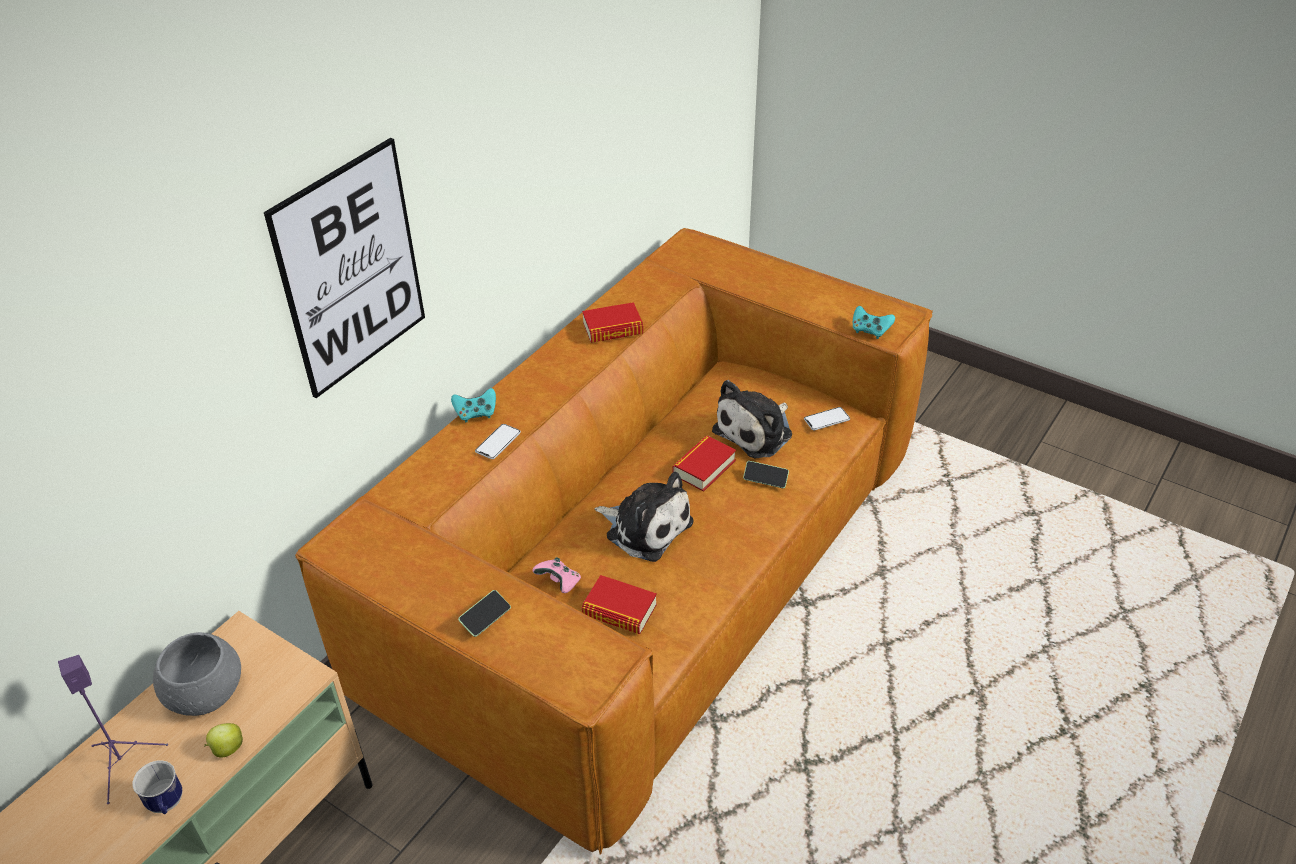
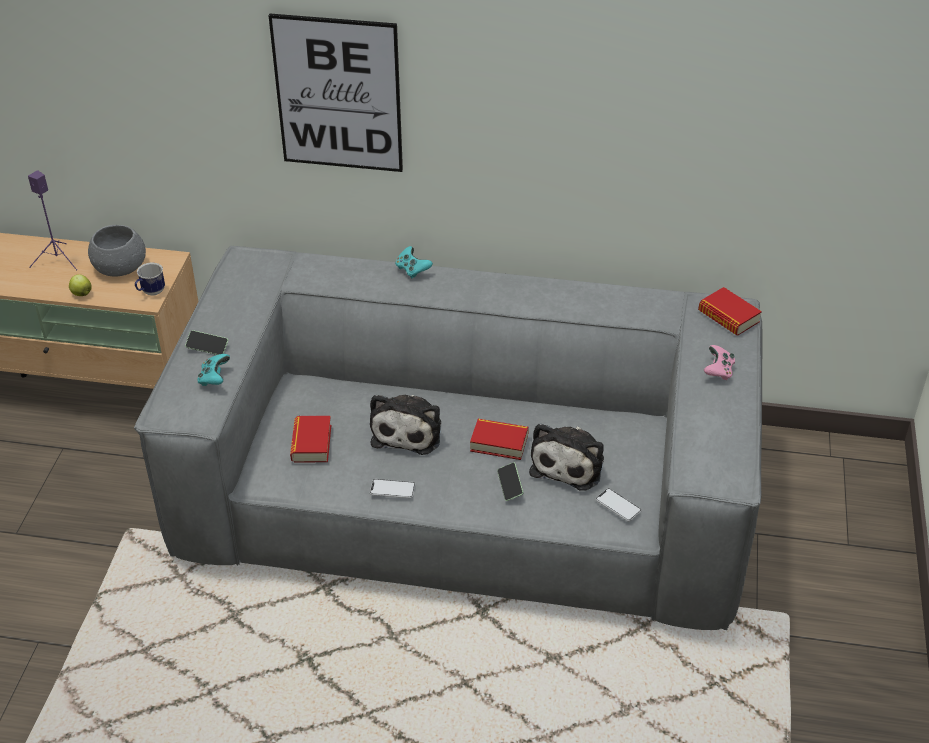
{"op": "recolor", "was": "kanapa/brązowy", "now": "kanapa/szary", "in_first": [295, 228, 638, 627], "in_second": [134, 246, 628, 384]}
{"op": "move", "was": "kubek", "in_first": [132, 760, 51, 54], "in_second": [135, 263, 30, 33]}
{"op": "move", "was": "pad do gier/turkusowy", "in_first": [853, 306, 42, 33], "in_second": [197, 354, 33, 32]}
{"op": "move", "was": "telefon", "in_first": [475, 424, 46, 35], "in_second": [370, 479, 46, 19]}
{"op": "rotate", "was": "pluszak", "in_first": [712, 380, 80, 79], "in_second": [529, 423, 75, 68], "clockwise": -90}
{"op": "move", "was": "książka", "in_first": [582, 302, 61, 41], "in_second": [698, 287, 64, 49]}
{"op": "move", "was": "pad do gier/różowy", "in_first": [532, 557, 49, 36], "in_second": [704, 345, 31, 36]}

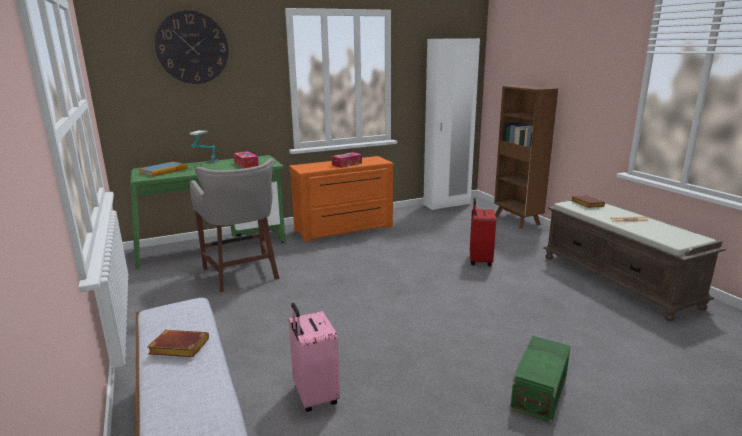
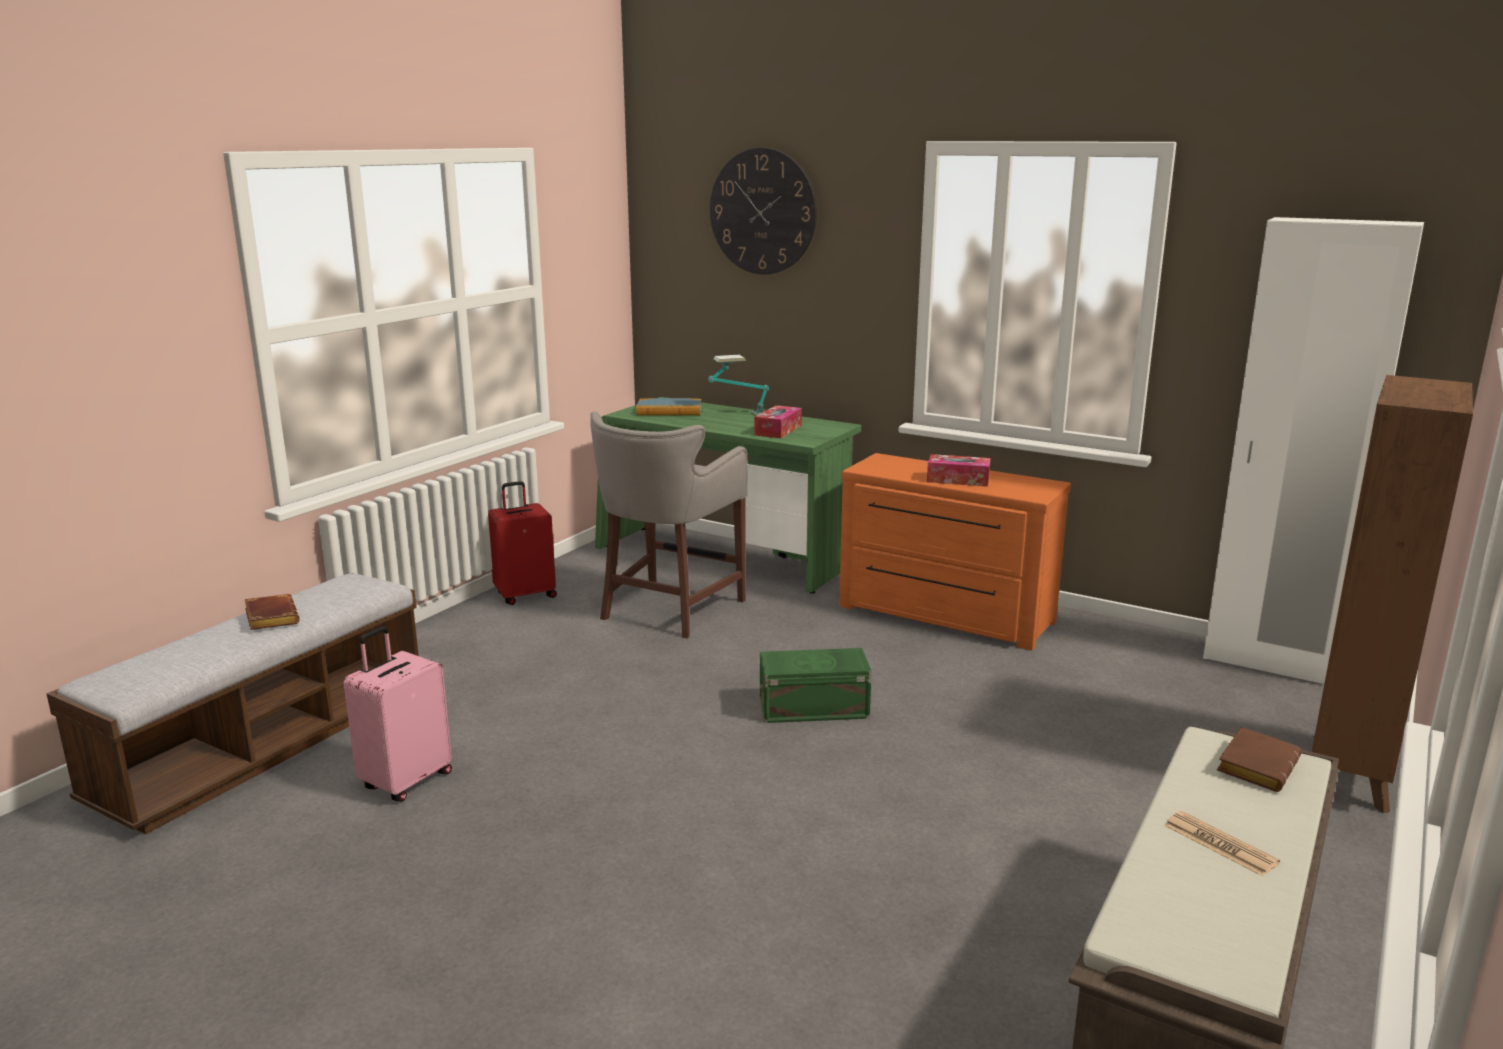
{"op": "move", "was": "walizka/czerwony", "in_first": [470, 198, 26, 68], "in_second": [488, 481, 69, 124]}
{"op": "move", "was": "pojemnik do przechowywania/zielony", "in_first": [510, 336, 61, 87], "in_second": [760, 648, 112, 75]}

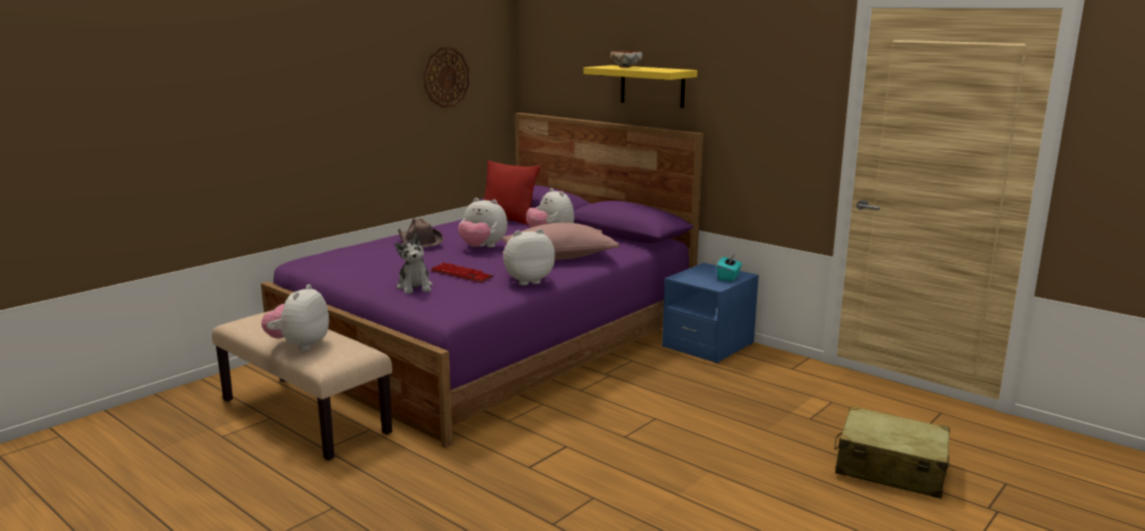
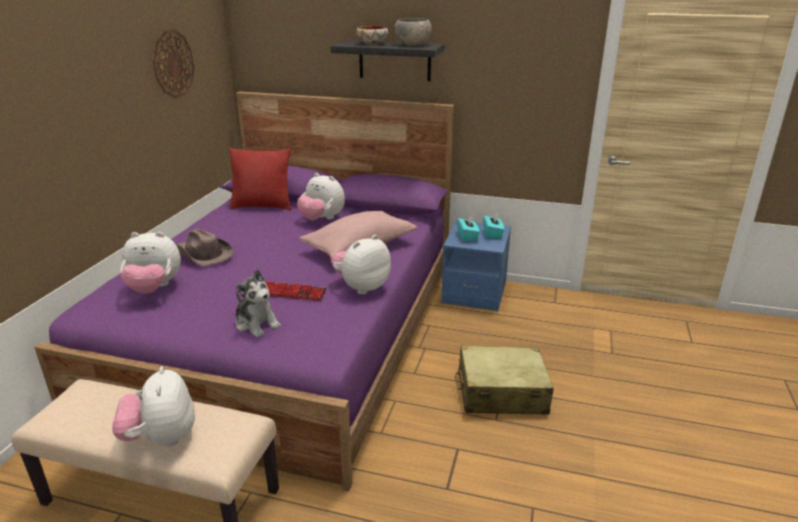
{"op": "move", "was": "pluszak", "in_first": [458, 198, 50, 50], "in_second": [120, 232, 61, 62]}
{"op": "recolor", "was": "półka/żółty", "now": "półka/czarny", "in_first": [583, 65, 114, 43], "in_second": [331, 40, 114, 41]}
{"op": "insert", "now": "miska/szary", "in_second": [394, 18, 38, 27]}
{"op": "move", "was": "walizka/beżowy", "in_first": [834, 406, 116, 93], "in_second": [455, 345, 99, 70]}
{"op": "insert", "now": "pudełko chusteczek/turkusowy", "in_second": [457, 215, 23, 26]}

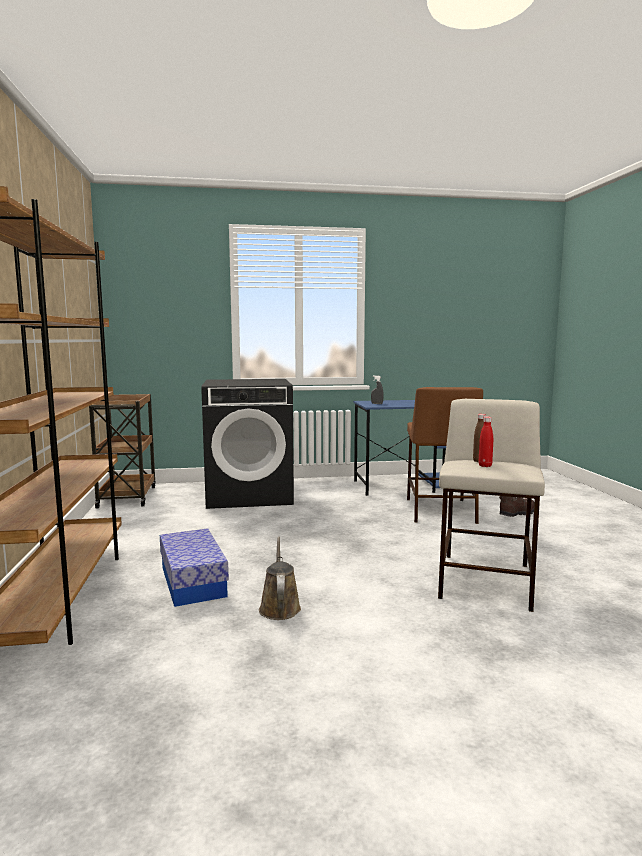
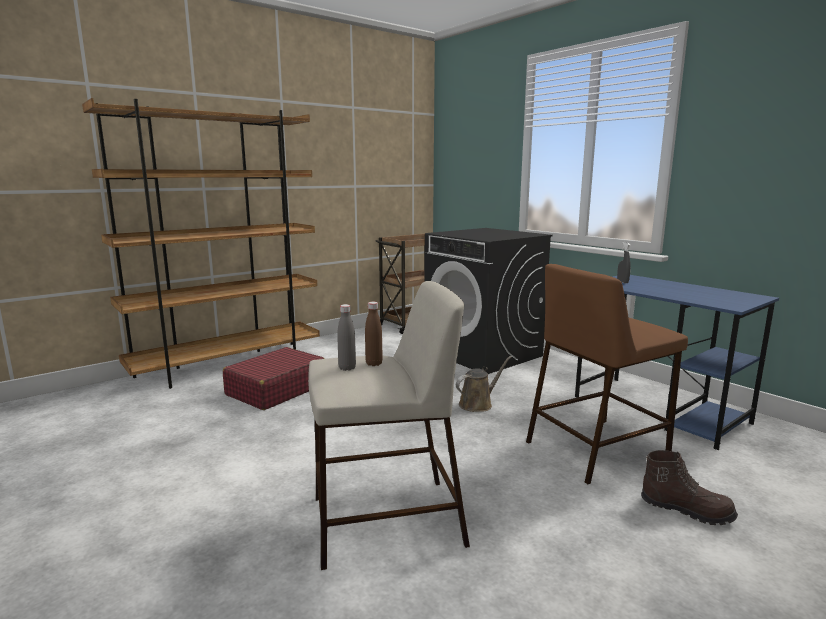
{"op": "replace", "was": "pojemnik do przechowywania", "now": "walizka/czerwony", "in_first": [160, 528, 69, 79], "in_second": [223, 347, 102, 63]}
{"op": "recolor", "was": "butelka/czerwony", "now": "butelka/szary", "in_first": [478, 417, 15, 50], "in_second": [337, 304, 19, 67]}
{"op": "move", "was": "konewka/brązowy", "in_first": [259, 537, 42, 83], "in_second": [456, 356, 56, 56]}

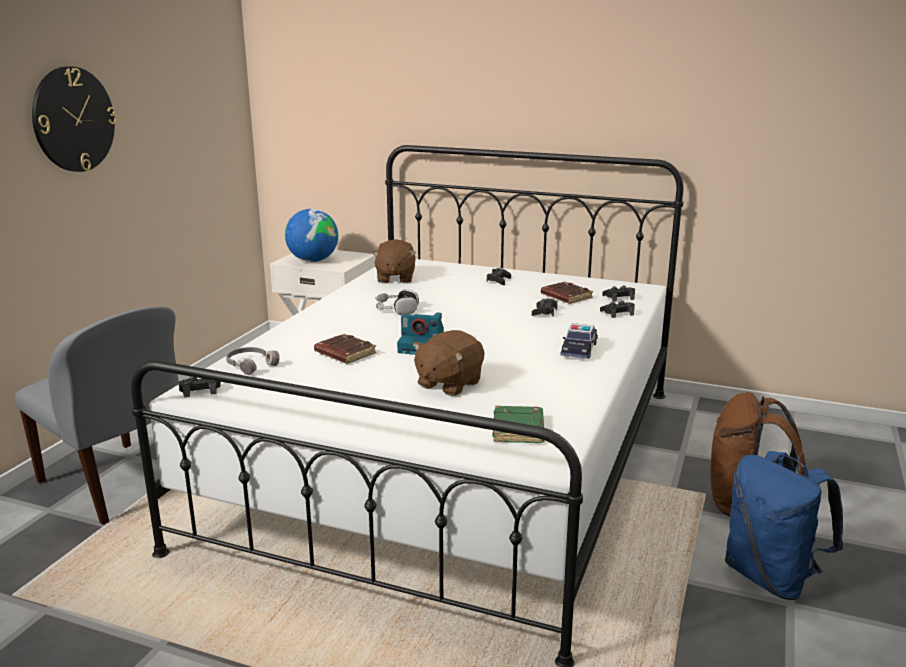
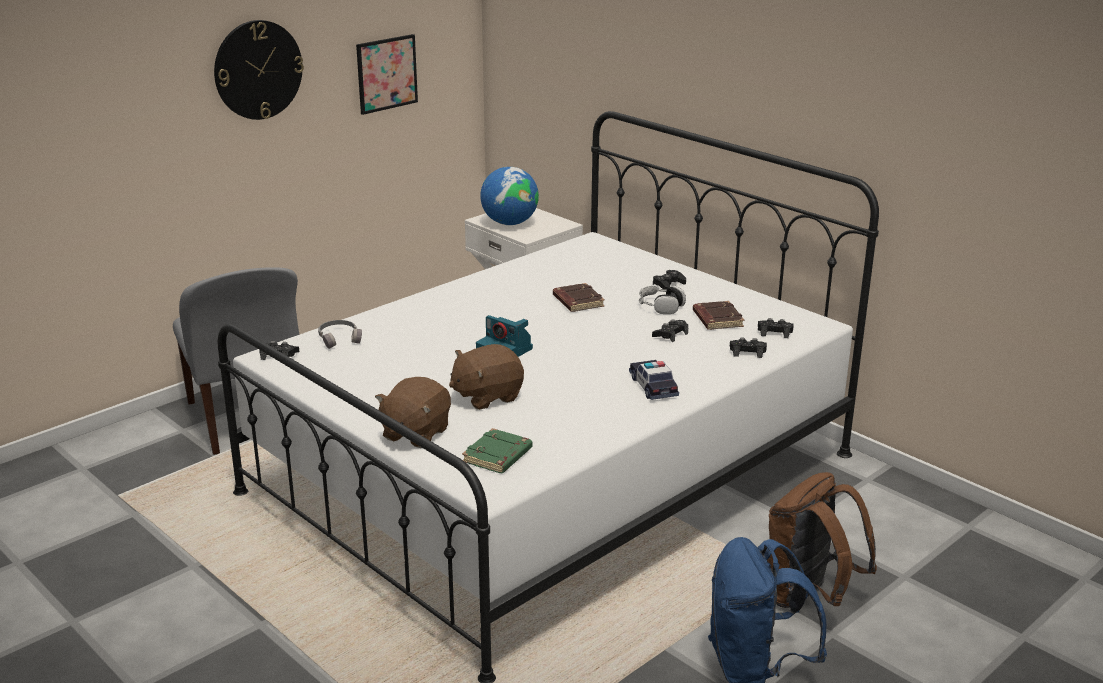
{"op": "insert", "now": "obraz", "in_second": [356, 34, 62, 81]}
{"op": "move", "was": "pluszak/brązowy", "in_first": [372, 239, 44, 44], "in_second": [375, 377, 76, 71]}
{"op": "move", "was": "książka/brązowy", "in_first": [314, 334, 63, 30], "in_second": [553, 283, 52, 29]}
{"op": "rotate", "was": "samochodzik", "in_first": [560, 323, 38, 36], "in_second": [629, 360, 50, 40], "clockwise": 120}
{"op": "move", "was": "słuchawki", "in_first": [376, 289, 43, 26], "in_second": [639, 285, 47, 29]}

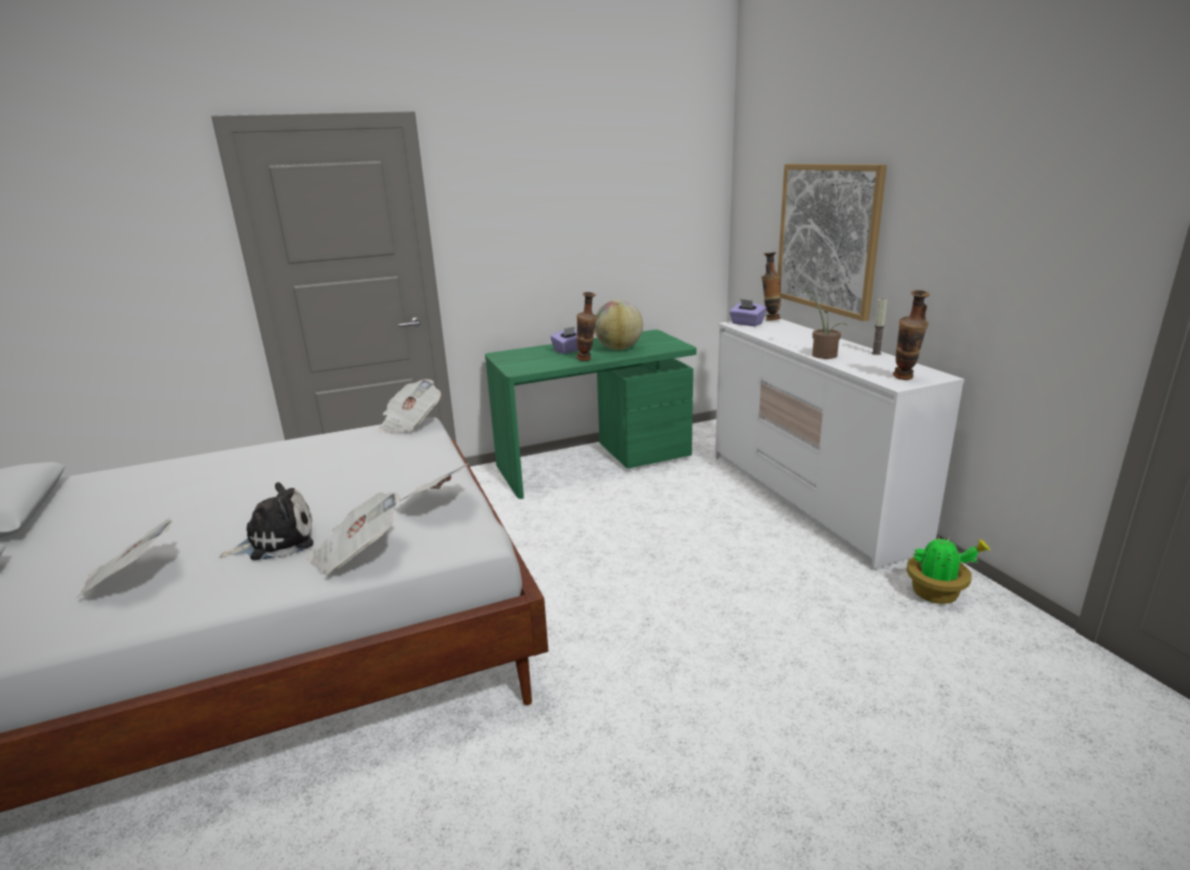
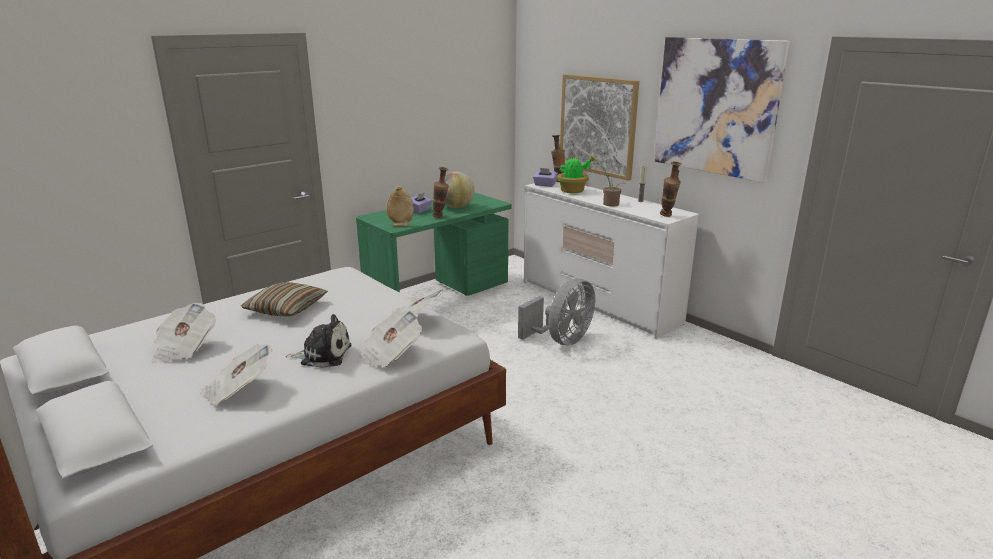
{"op": "move", "was": "gazeta", "in_first": [378, 379, 63, 54], "in_second": [152, 303, 64, 60]}
{"op": "insert", "now": "poduszka", "in_second": [240, 282, 88, 34]}
{"op": "rotate", "was": "pluszak", "in_first": [219, 482, 94, 78], "in_second": [285, 314, 66, 54], "clockwise": 45}
{"op": "insert", "now": "wazon/beżowy", "in_second": [386, 186, 28, 41]}
{"op": "insert", "now": "wentylator/szary", "in_second": [518, 278, 77, 68]}
{"op": "move", "was": "roślina doniczkowa", "in_first": [907, 536, 84, 68], "in_second": [557, 156, 39, 37]}
{"op": "insert", "now": "obraz", "in_second": [654, 37, 136, 146]}

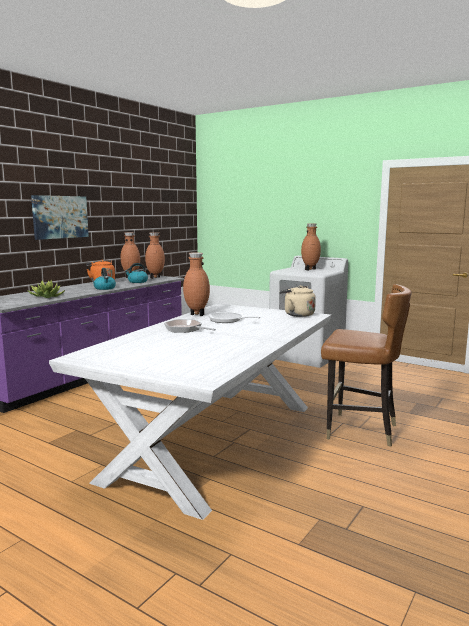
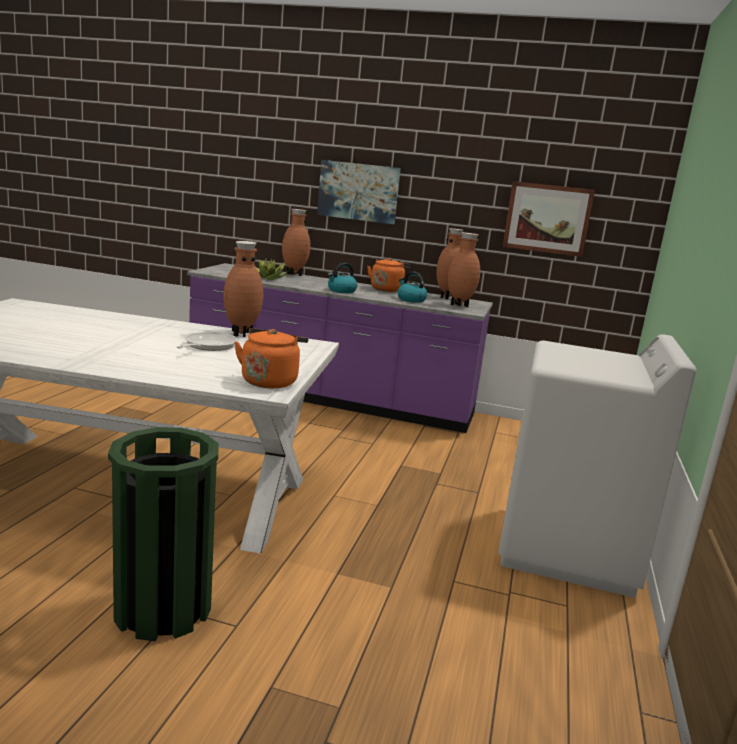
{"op": "replace", "was": "krzesło/brązowy", "now": "kosz na śmieci/zielony", "in_first": [321, 284, 91, 163], "in_second": [108, 427, 111, 214]}
{"op": "recolor", "was": "czajnik/beżowy", "now": "czajnik/pomarańczowy", "in_first": [279, 286, 37, 31], "in_second": [234, 328, 74, 60]}
{"op": "move", "was": "wazon/brązowy", "in_first": [301, 224, 20, 47], "in_second": [282, 209, 28, 67]}
{"op": "insert", "now": "obraz", "in_second": [503, 181, 92, 76]}
{"op": "delete", "was": "patelnia", "in_first": [164, 319, 52, 14]}

